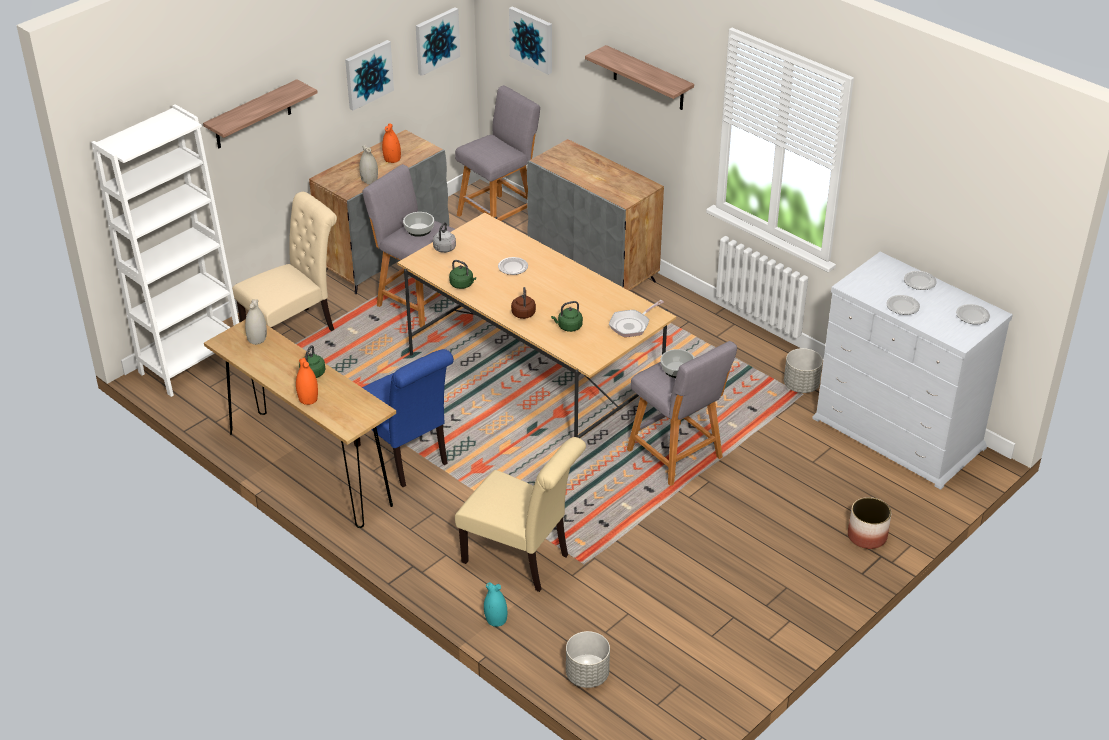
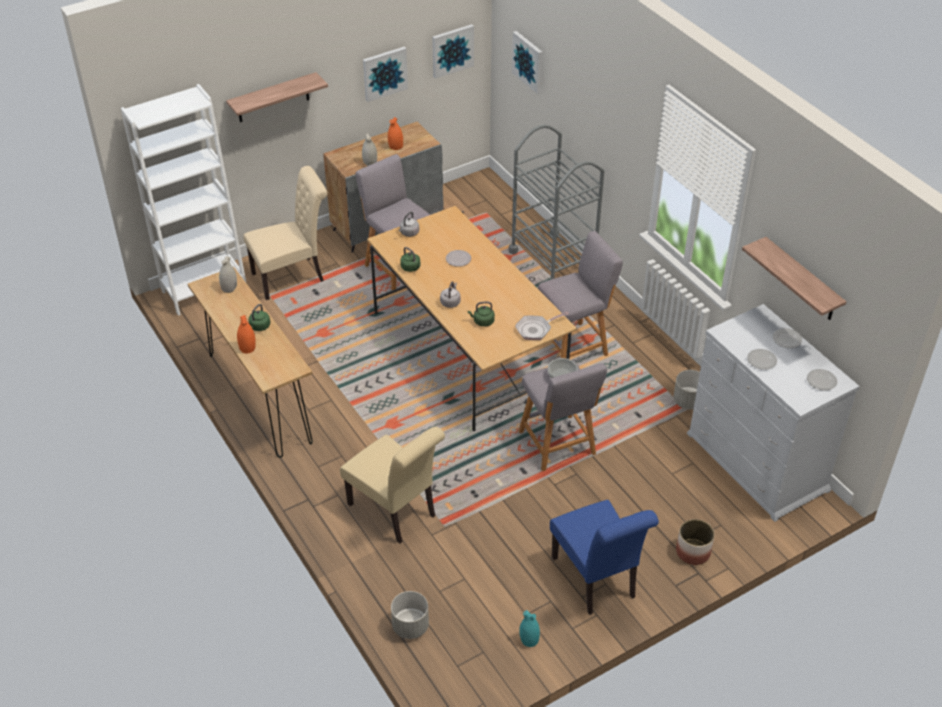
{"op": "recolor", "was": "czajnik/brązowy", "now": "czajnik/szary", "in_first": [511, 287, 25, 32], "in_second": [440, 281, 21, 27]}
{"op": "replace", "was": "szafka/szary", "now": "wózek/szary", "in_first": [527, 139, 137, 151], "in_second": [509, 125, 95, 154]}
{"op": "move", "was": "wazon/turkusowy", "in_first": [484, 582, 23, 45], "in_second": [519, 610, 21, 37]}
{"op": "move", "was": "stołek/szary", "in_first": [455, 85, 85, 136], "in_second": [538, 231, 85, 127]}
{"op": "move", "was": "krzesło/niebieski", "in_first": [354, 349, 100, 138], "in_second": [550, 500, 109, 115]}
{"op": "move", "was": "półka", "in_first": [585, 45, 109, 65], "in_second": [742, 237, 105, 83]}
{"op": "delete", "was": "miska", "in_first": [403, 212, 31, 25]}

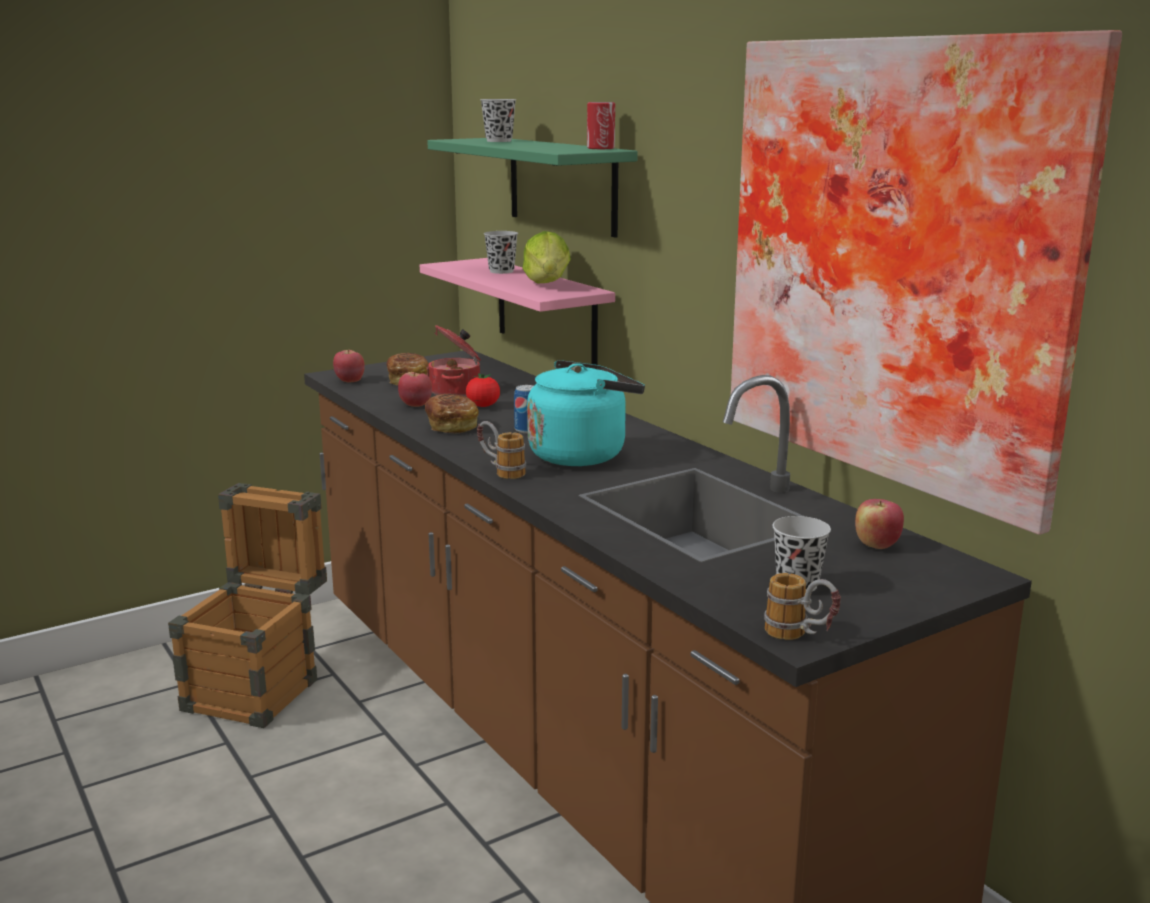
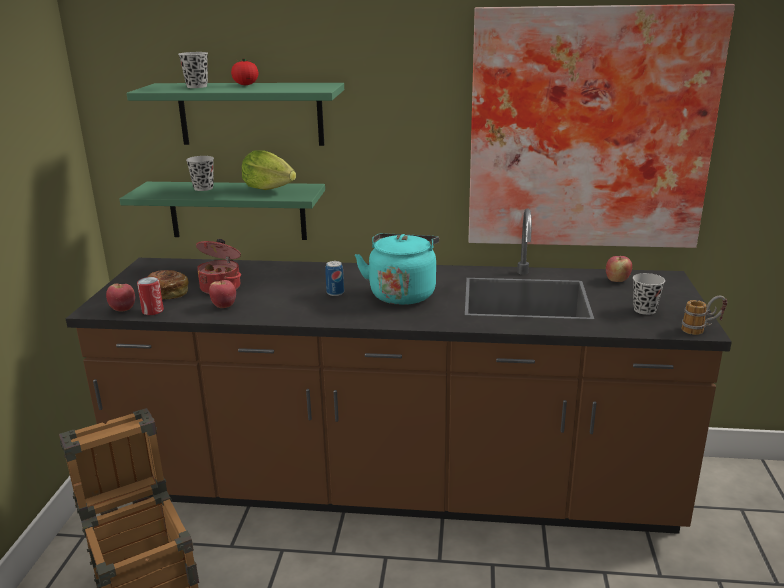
{"op": "recolor", "was": "półka/różowy", "now": "półka/zielony", "in_first": [420, 258, 195, 107], "in_second": [120, 182, 205, 58]}
{"op": "move", "was": "puszka", "in_first": [587, 102, 28, 47], "in_second": [137, 277, 27, 38]}
{"op": "move", "was": "pomidor", "in_first": [466, 373, 34, 34], "in_second": [231, 59, 27, 26]}
{"op": "delete", "was": "chleb", "in_first": [425, 394, 54, 39]}
{"op": "delete", "was": "kubek", "in_first": [477, 421, 49, 58]}

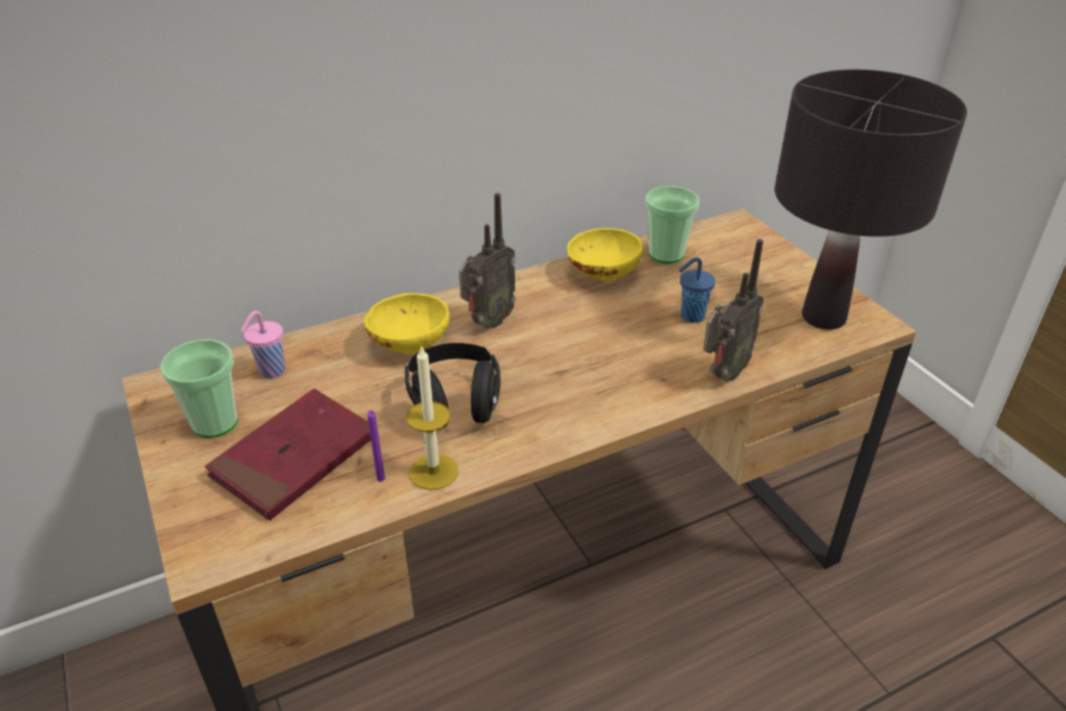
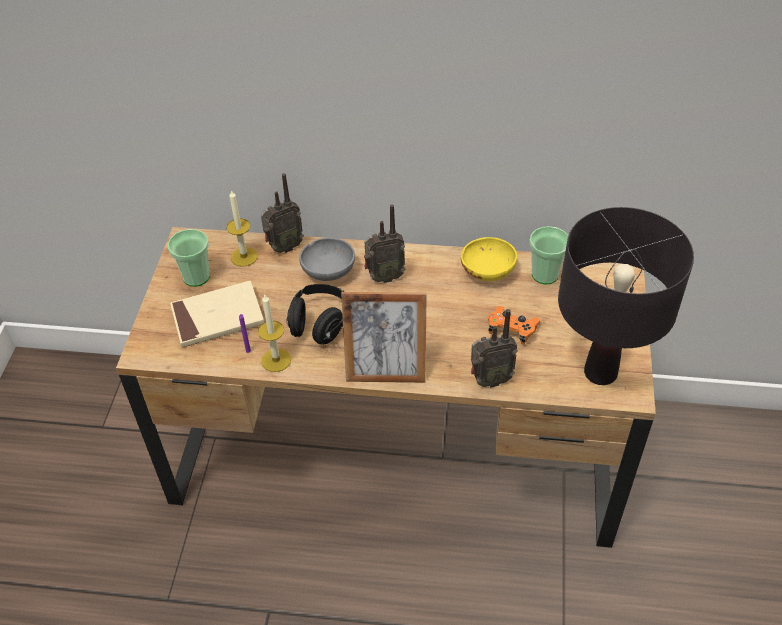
{"op": "recolor", "was": "książka/czerwony", "now": "książka/beżowy", "in_first": [205, 389, 166, 132], "in_second": [170, 281, 94, 67]}
{"op": "replace", "was": "filiżanka/różowy", "now": "świeca", "in_first": [241, 311, 44, 67], "in_second": [227, 190, 31, 77]}
{"op": "insert", "now": "radio", "in_second": [261, 173, 43, 80]}
{"op": "recolor", "was": "miska/żółty", "now": "miska/szary", "in_first": [364, 293, 86, 61], "in_second": [299, 238, 56, 43]}
{"op": "insert", "now": "ramka na zdjęcie", "in_second": [341, 292, 86, 91]}
{"op": "replace", "was": "filiżanka/niebieski", "now": "pad do gier/pomarańczowy", "in_first": [679, 257, 36, 66], "in_second": [488, 306, 53, 39]}

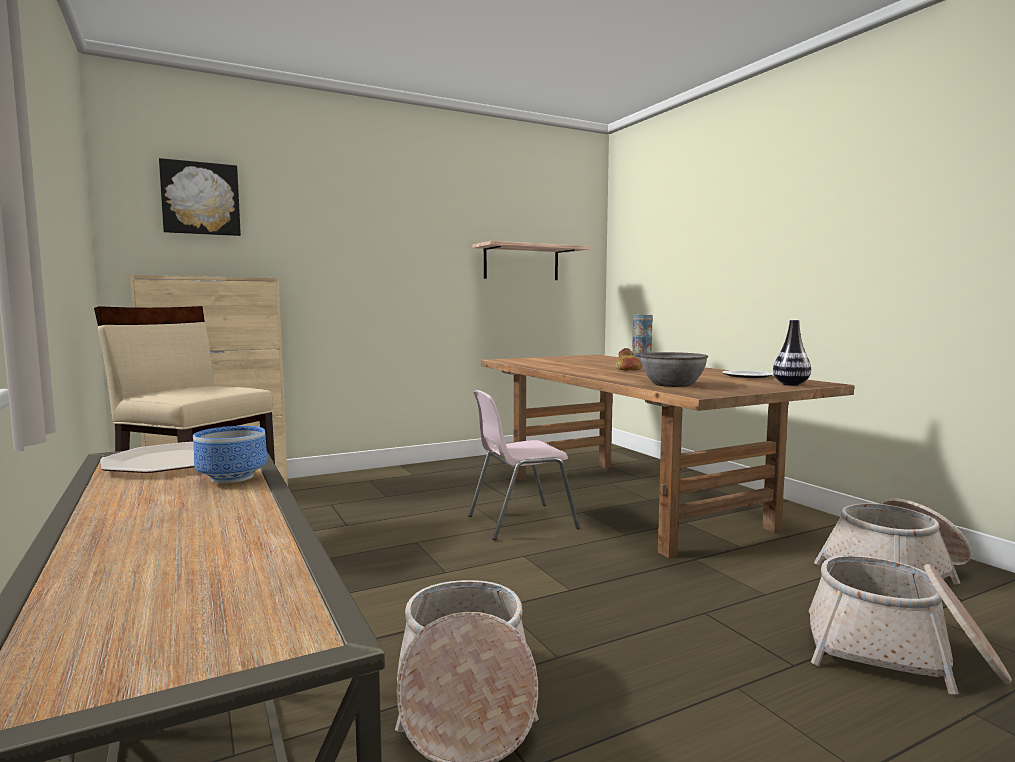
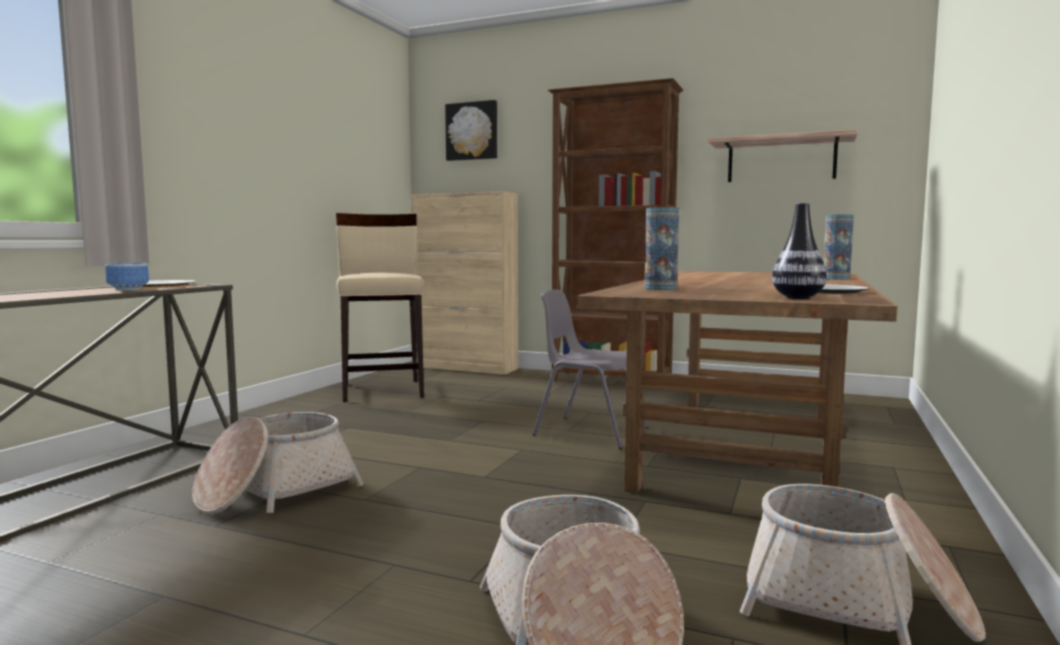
{"op": "recolor", "was": "krzesło/różowy", "now": "krzesło/szary", "in_first": [468, 390, 112, 150], "in_second": [532, 289, 117, 160]}
{"op": "insert", "now": "regał/brązowy", "in_second": [548, 78, 135, 303]}
{"op": "replace", "was": "miska/szary", "now": "wazon", "in_first": [640, 352, 68, 35], "in_second": [645, 207, 34, 83]}
{"op": "delete", "was": "chleb", "in_first": [616, 348, 26, 22]}

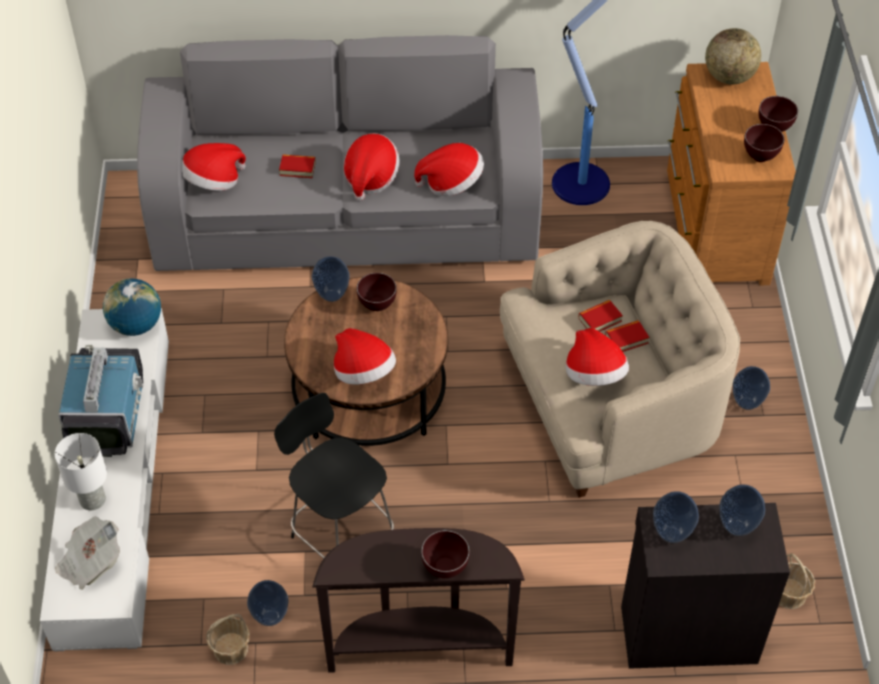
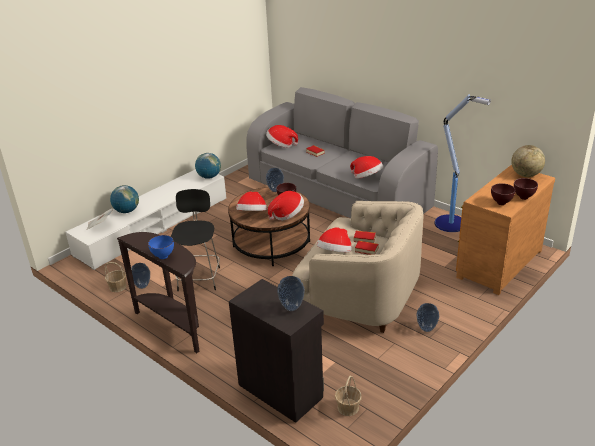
{"op": "replace", "was": "lampa stołowa/biały", "now": "globus", "in_first": [55, 433, 52, 77], "in_second": [110, 185, 29, 28]}
{"op": "recolor", "was": "miska/brązowy", "now": "miska/niebieski", "in_first": [421, 530, 49, 48], "in_second": [148, 235, 26, 24]}
{"op": "move", "was": "kapelusz", "in_first": [344, 133, 56, 68], "in_second": [268, 191, 36, 30]}
{"op": "delete", "was": "telewizor", "in_first": [58, 345, 85, 112]}
{"op": "delete", "was": "wazon", "in_first": [653, 491, 46, 52]}

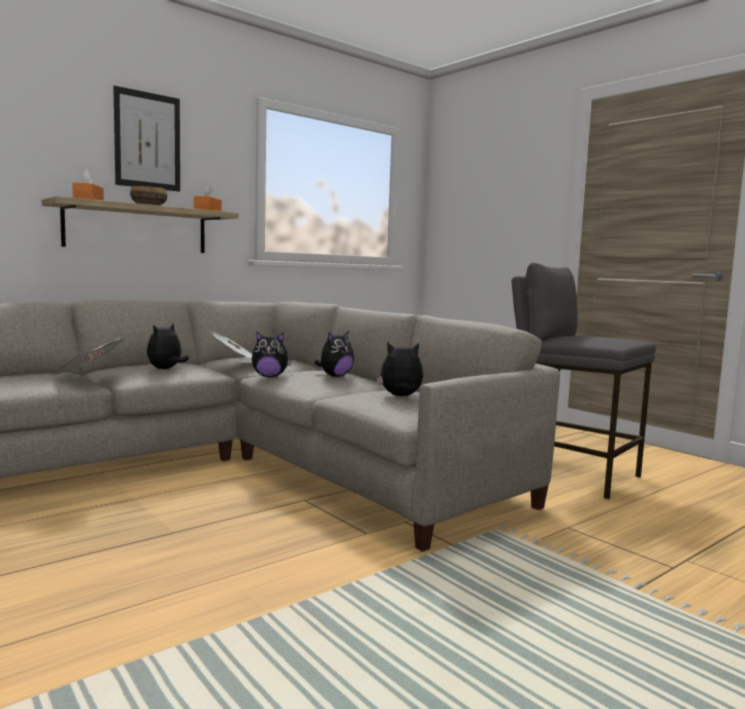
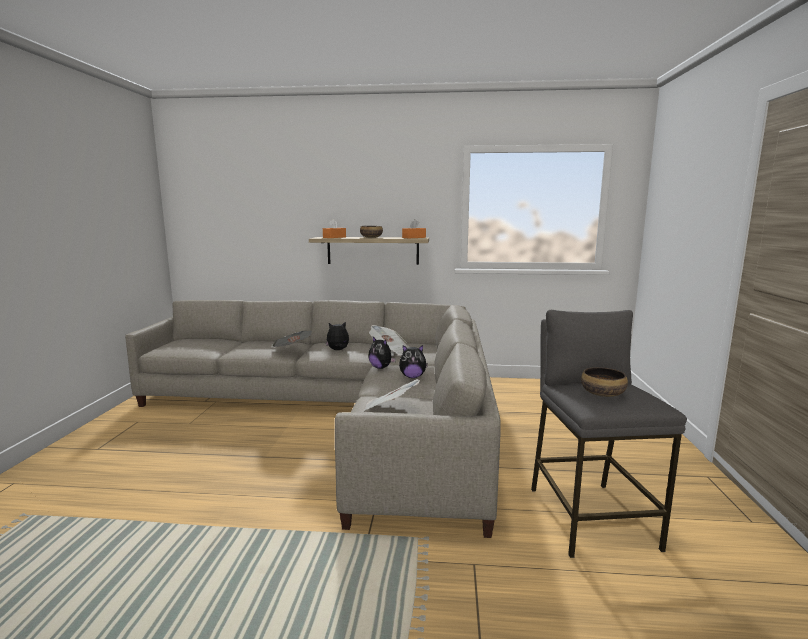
{"op": "replace", "was": "pluszak", "now": "gazeta", "in_first": [377, 342, 46, 54], "in_second": [362, 379, 58, 33]}
{"op": "insert", "now": "miska", "in_second": [581, 367, 47, 30]}
{"op": "delete", "was": "obraz", "in_first": [113, 86, 67, 106]}

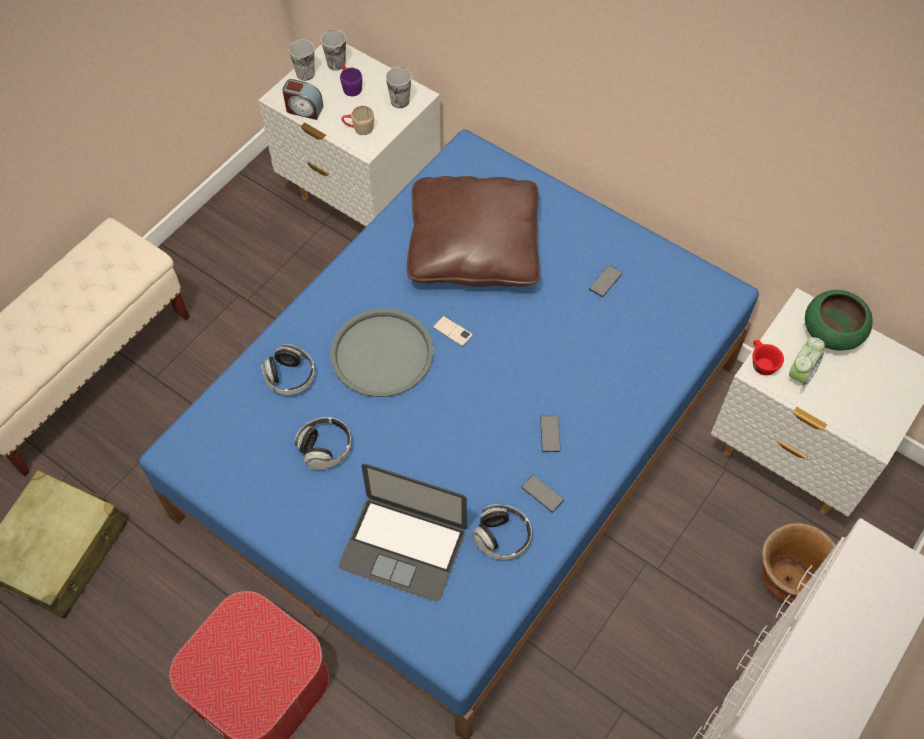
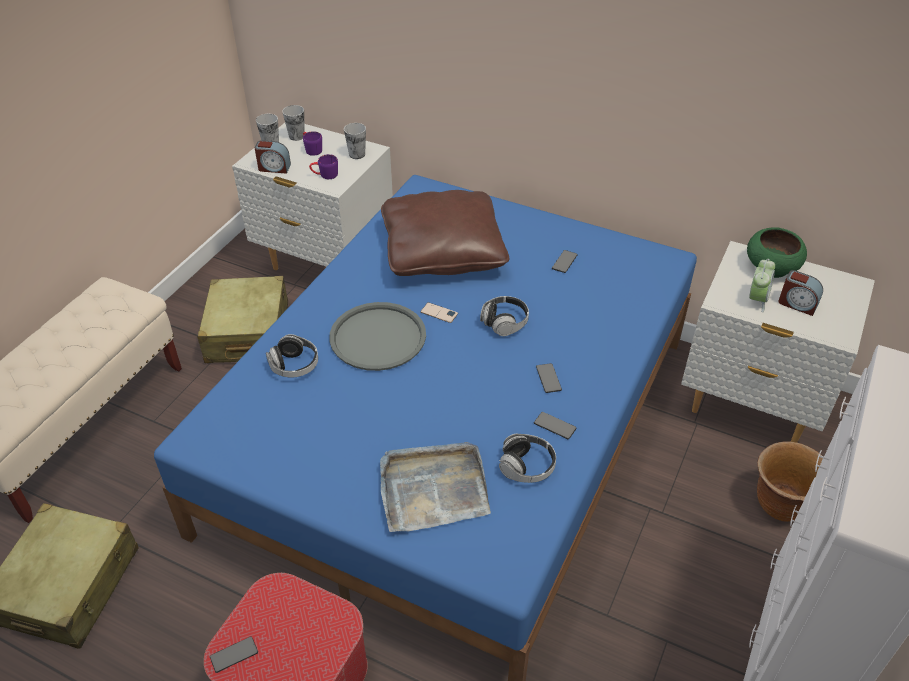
{"op": "insert", "now": "walizka/beżowy", "in_second": [197, 276, 91, 87]}
{"op": "insert", "now": "telefon", "in_second": [210, 636, 48, 37]}
{"op": "recolor", "was": "kubek/beżowy", "now": "kubek/fioletowy", "in_first": [341, 106, 33, 29], "in_second": [309, 154, 29, 25]}
{"op": "replace", "was": "laptop", "now": "taca/szary", "in_first": [339, 464, 128, 137], "in_second": [380, 442, 111, 90]}
{"op": "move", "was": "słuchawki", "in_first": [294, 417, 57, 53], "in_second": [480, 296, 49, 40]}
{"op": "insert", "now": "budzik", "in_second": [778, 270, 45, 46]}
{"op": "delete", "was": "filiżanka/czerwony", "in_first": [752, 340, 32, 35]}

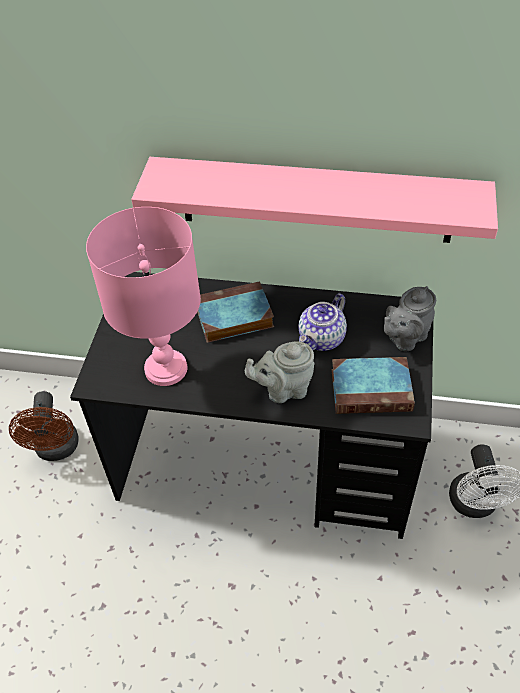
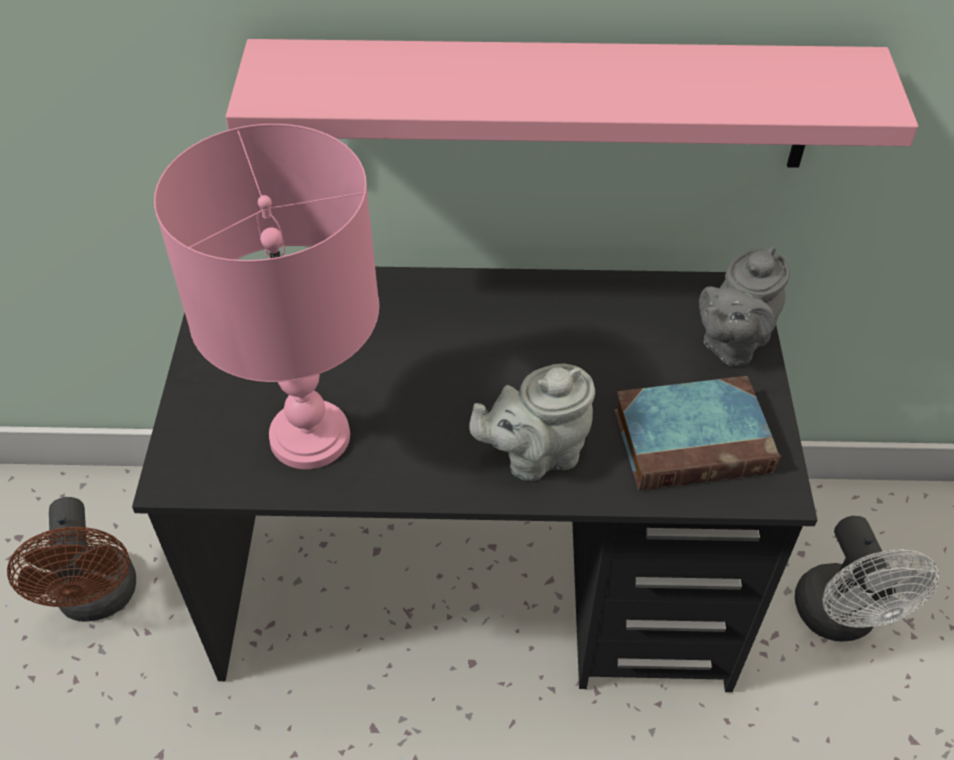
{"op": "delete", "was": "książka", "in_first": [197, 281, 77, 62]}
{"op": "delete", "was": "imbryk", "in_first": [298, 293, 49, 58]}

